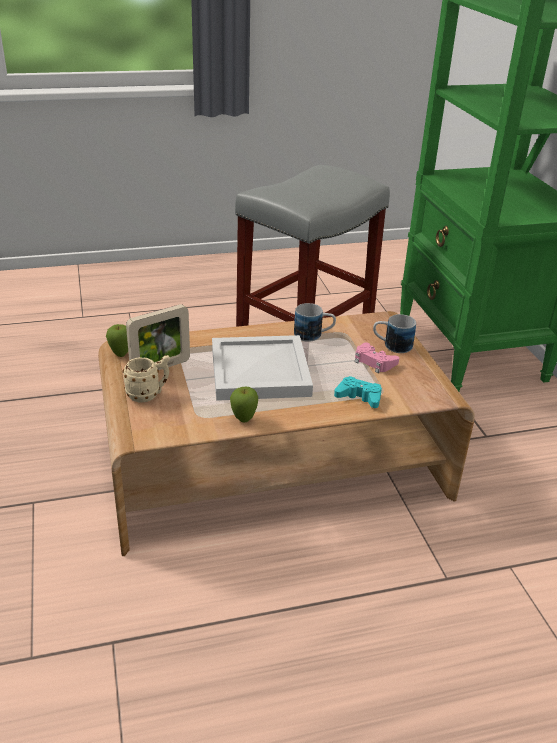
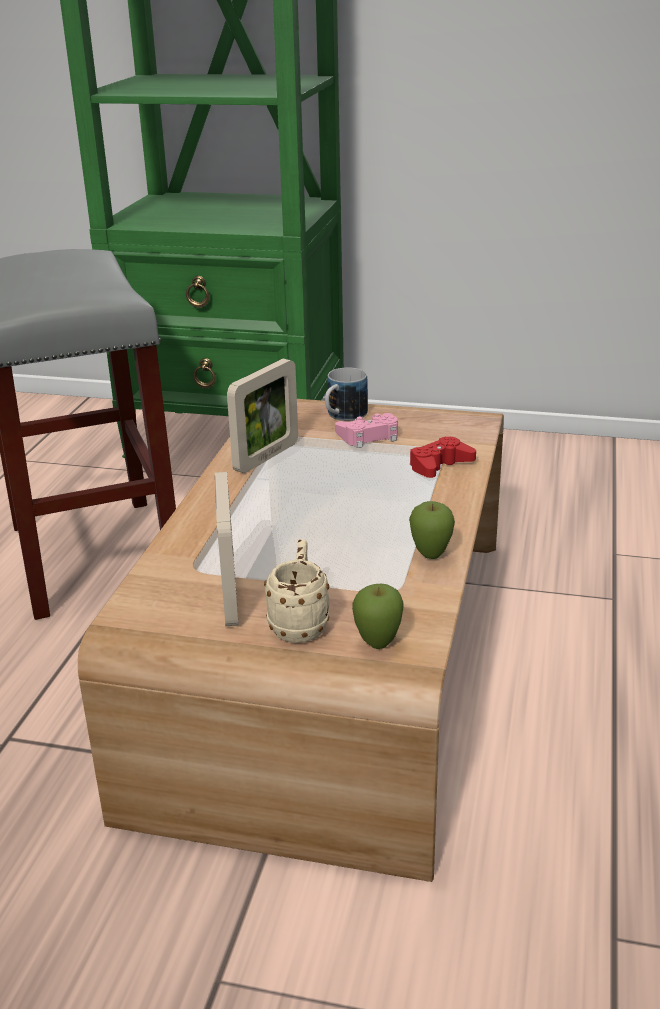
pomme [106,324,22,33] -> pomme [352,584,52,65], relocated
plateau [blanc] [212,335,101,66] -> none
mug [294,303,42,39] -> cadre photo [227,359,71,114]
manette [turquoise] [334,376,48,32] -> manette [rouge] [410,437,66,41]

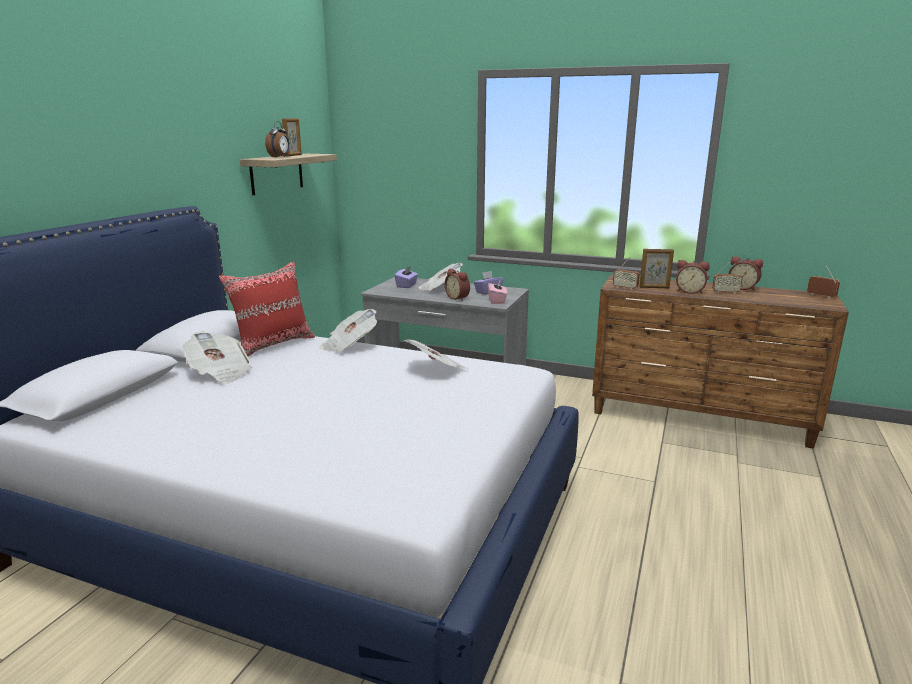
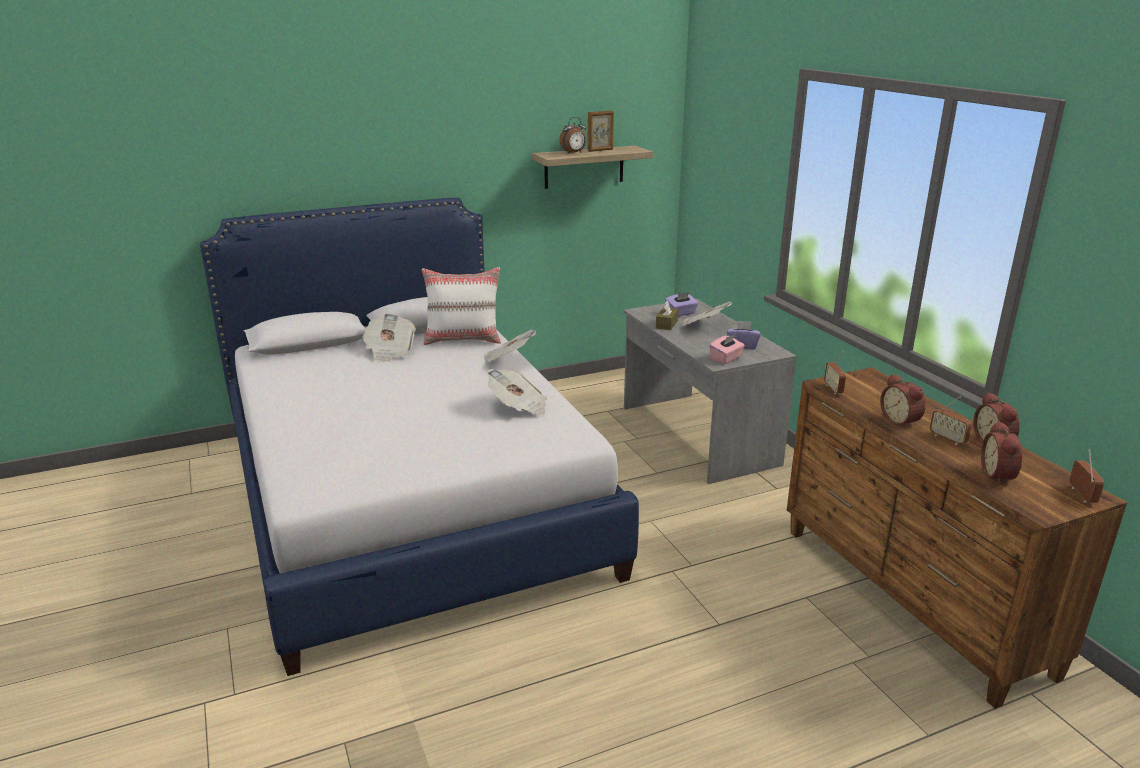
coussin [rouge] [219,261,96,95] -> coussin [blanc] [422,267,79,78]
réveil [445,268,25,33] -> réveil [981,421,41,64], relocated
cadre photo [639,249,35,39] -> none
none -> boîte à mouchoirs [marron] [656,301,23,29]

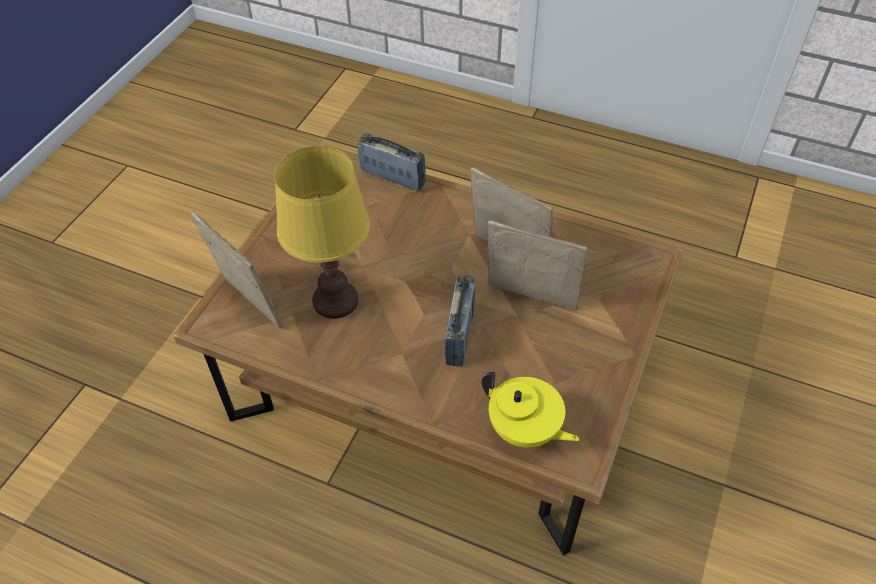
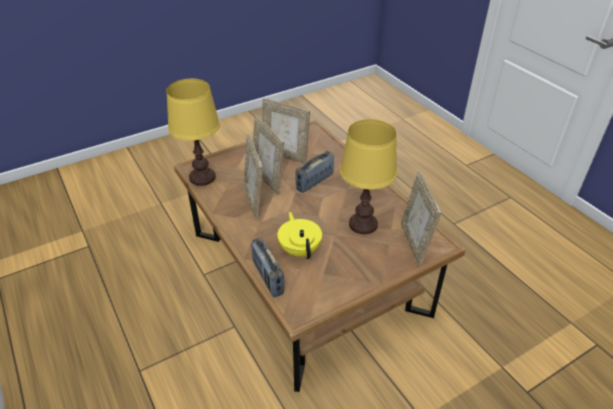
théière [jaune] [482,372,98,76] -> théière [jaune] [278,212,44,47], relocated
none -> lampe de table [jaune] [166,79,54,107]
none -> cadre photo [262,98,48,66]

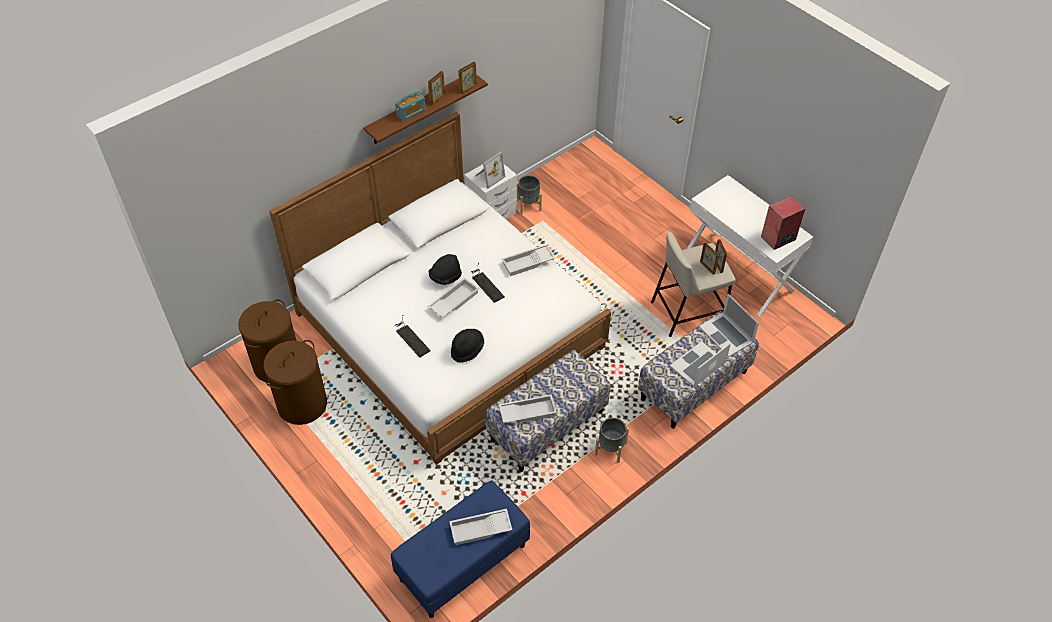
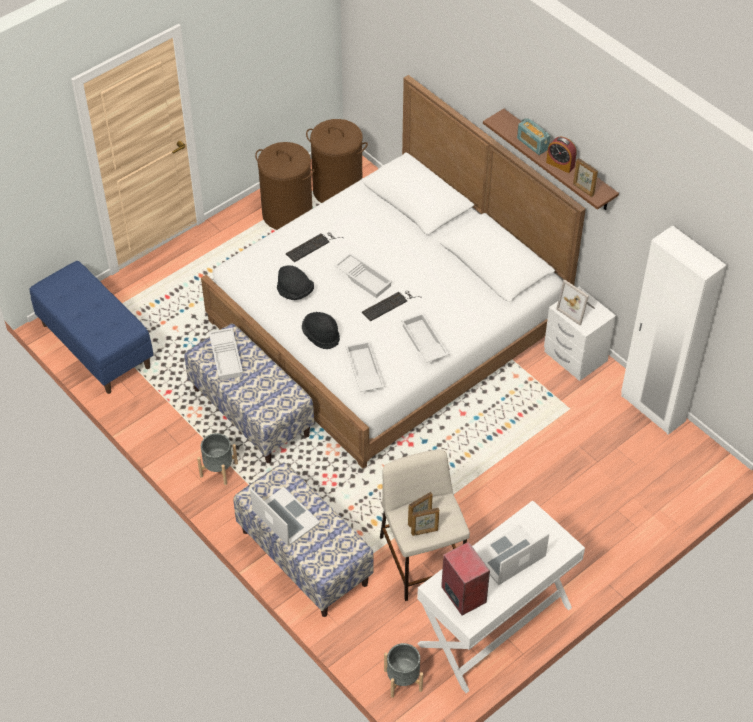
cadre photo [428,71,17,34] -> réveil [546,137,31,36]
chapeau [noir] [429,254,33,31] -> chapeau [noir] [302,312,38,37], relocated
plateau [blanc] [449,509,63,36] -> plateau [blanc] [345,341,40,51], relocated
cache-pot [gris] [517,175,25,39] -> cache-pot [gris] [384,643,39,55], relocated
ordinateur portable [699,294,60,63] -> ordinateur portable [476,525,73,60], relocated
none -> armoire [blanc] [621,225,106,210]

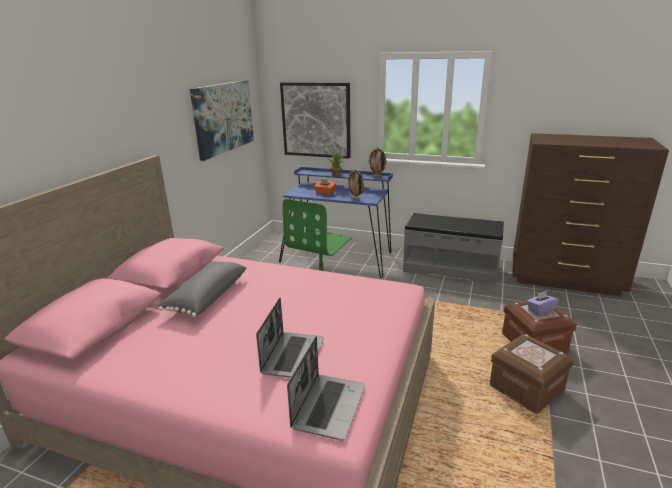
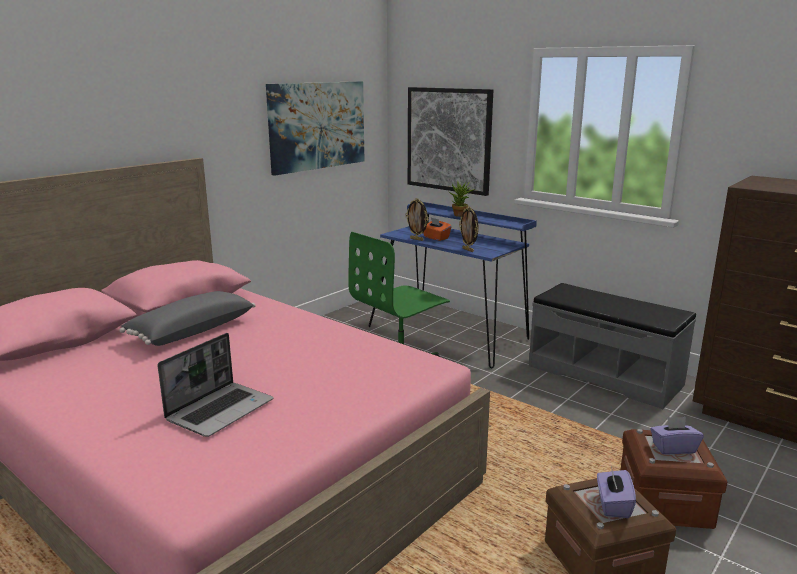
ordinateur portable [287,336,78,104] -> none
cadre photo [368,148,19,30] -> cadre photo [405,198,23,43], relocated
none -> boîte à mouchoirs [violet] [597,466,39,52]

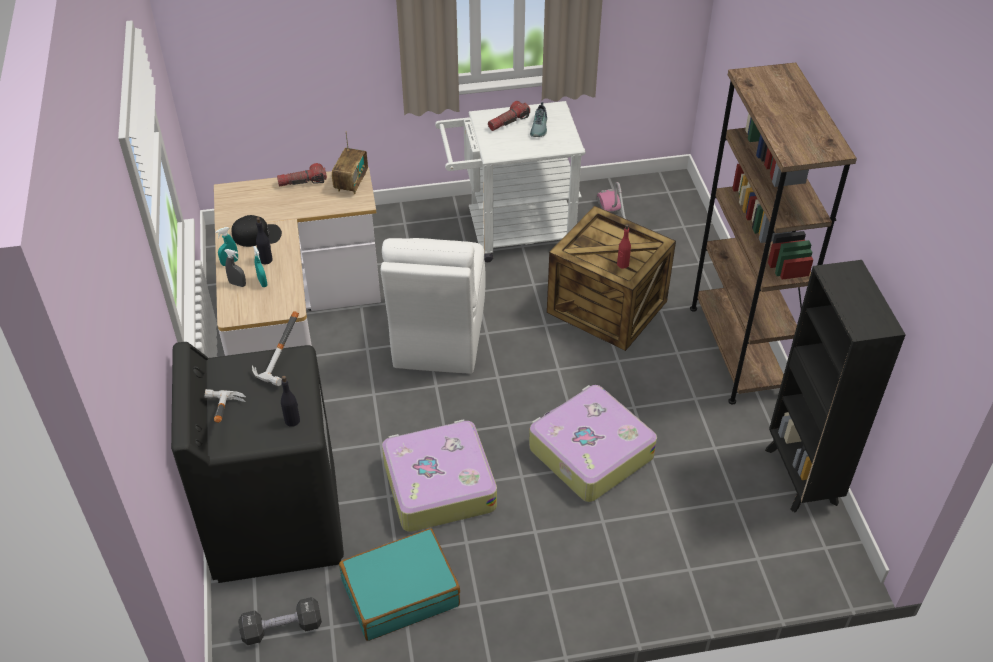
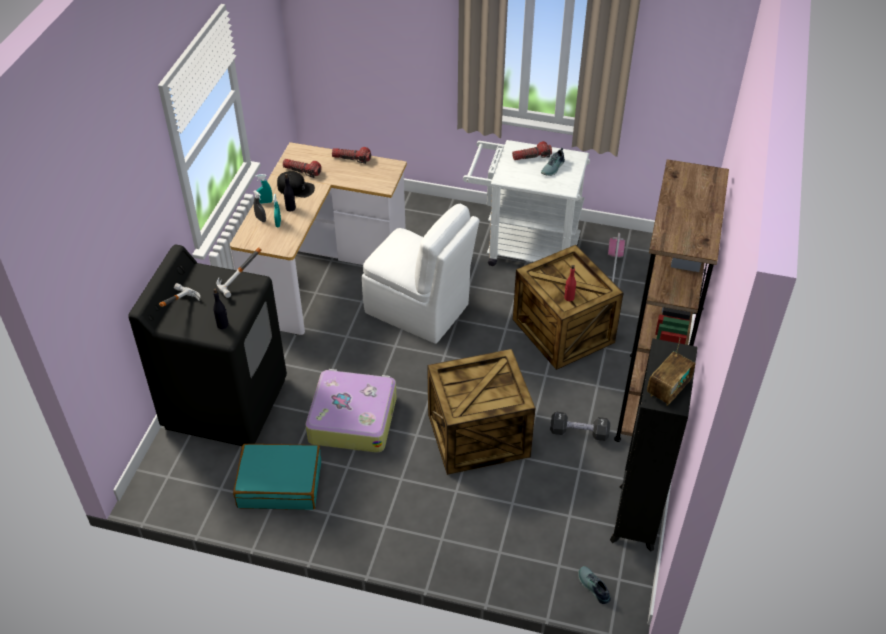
haltère [noir] [238,597,84,48] -> haltère [noir] [550,412,60,29], relocated
radio [332,131,36,64] -> radio [647,338,48,68], relocated
chaise [blanc] [381,238,105,136] -> chaise [blanc] [362,204,118,140], 90 degrees counterclockwise
valise [529,385,128,117] -> caisse [427,349,108,126]
none -> lampe de poche [283,159,38,19]
none -> chaussure [578,566,33,38]

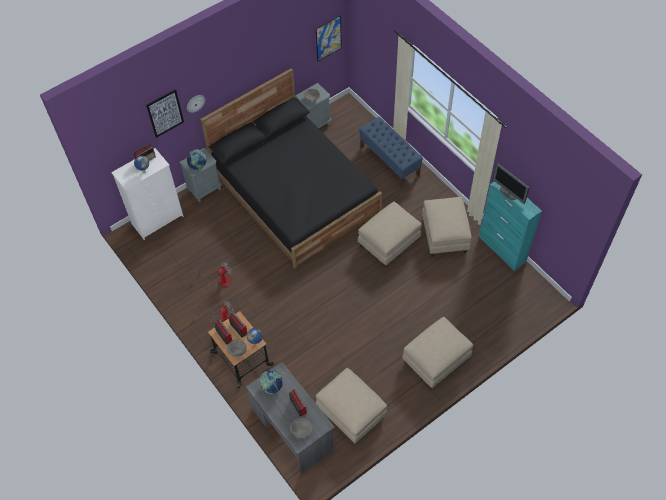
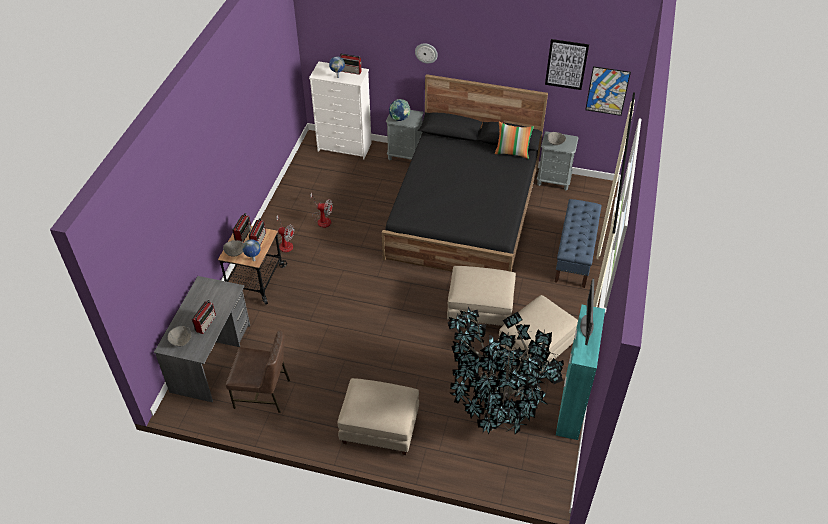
tableau [146,89,38,49] -> tableau [545,39,44,51], relocated
globe [259,371,24,23] -> none
pouf [beige] [316,368,71,76] -> chaise [marron] [226,330,64,83]
none -> plante en pot [448,307,116,127]
none -> coussin [495,122,39,37]

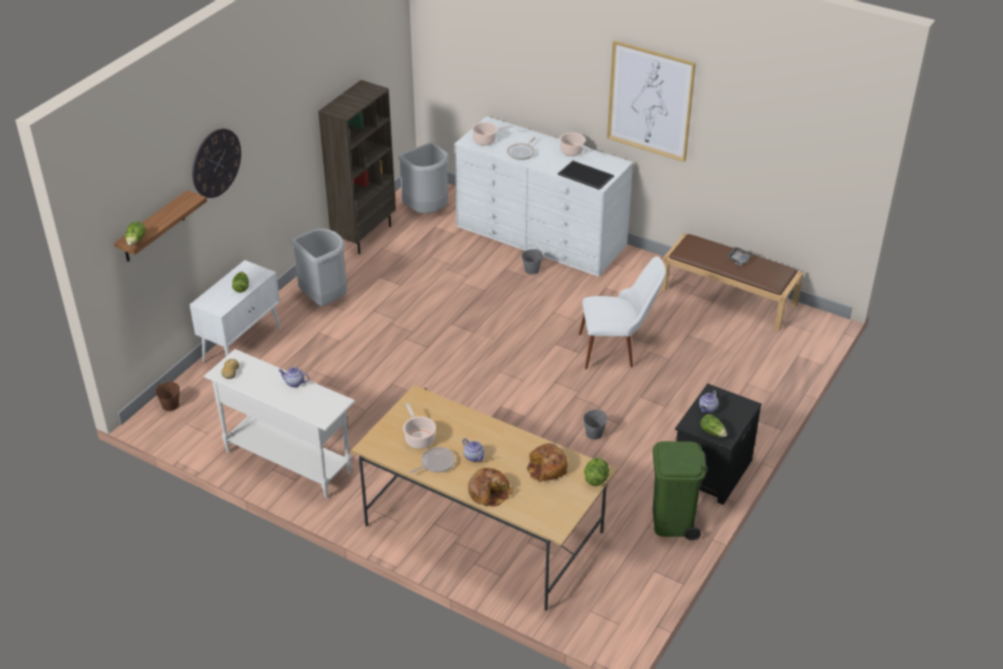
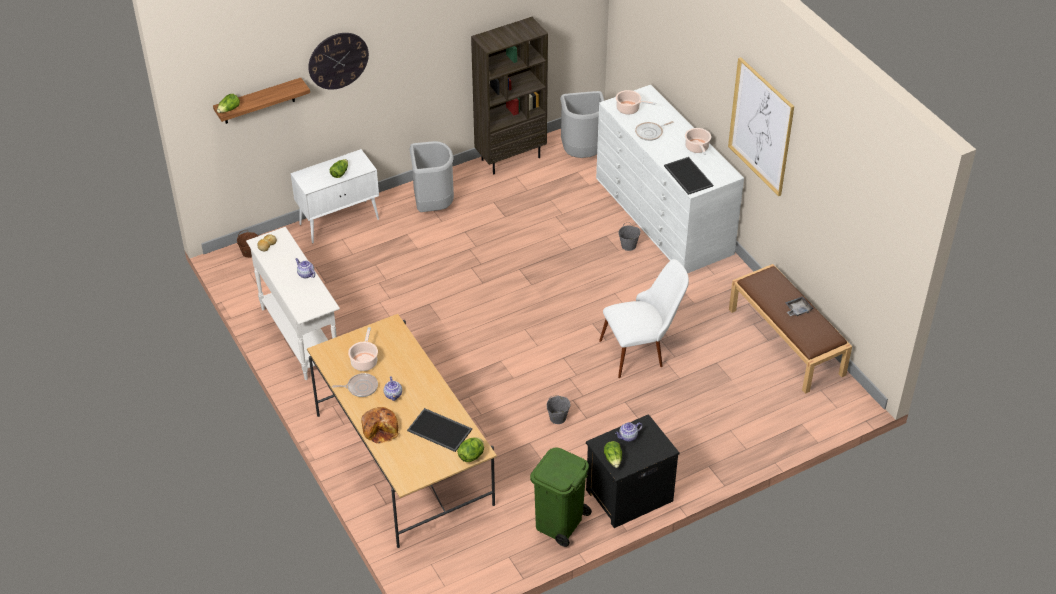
pain [527,443,41,39] -> plateau [407,408,65,44]
chaise [blanc] [579,256,87,113] -> chaise [blanc] [599,259,90,119], 45 degrees counterclockwise

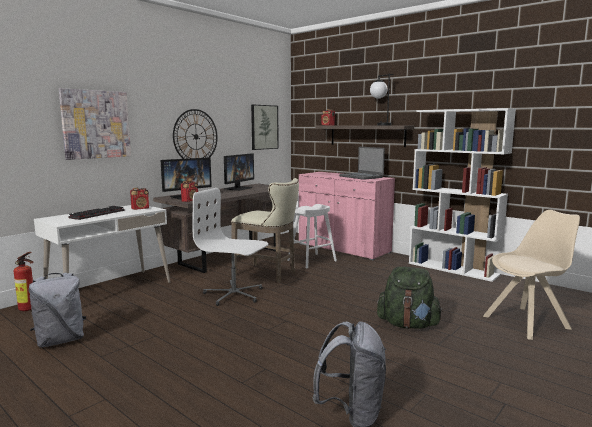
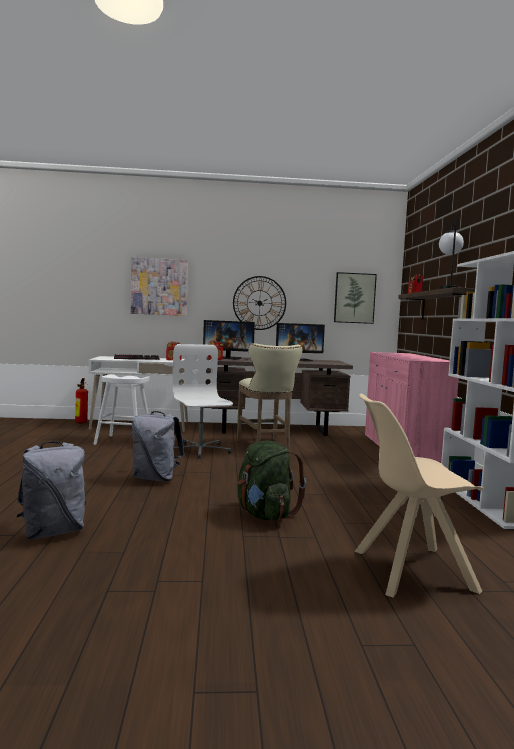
sac à dos [gris] [29,272,57,75] -> sac à dos [gris] [132,411,53,70], relocated
tabouret [blanc] [287,204,50,64] -> tabouret [blanc] [94,374,55,71], relocated
ordinateur portable [339,147,46,33] -> none
chaise [beige] [483,210,97,130] -> chaise [beige] [354,393,130,204], 150 degrees clockwise

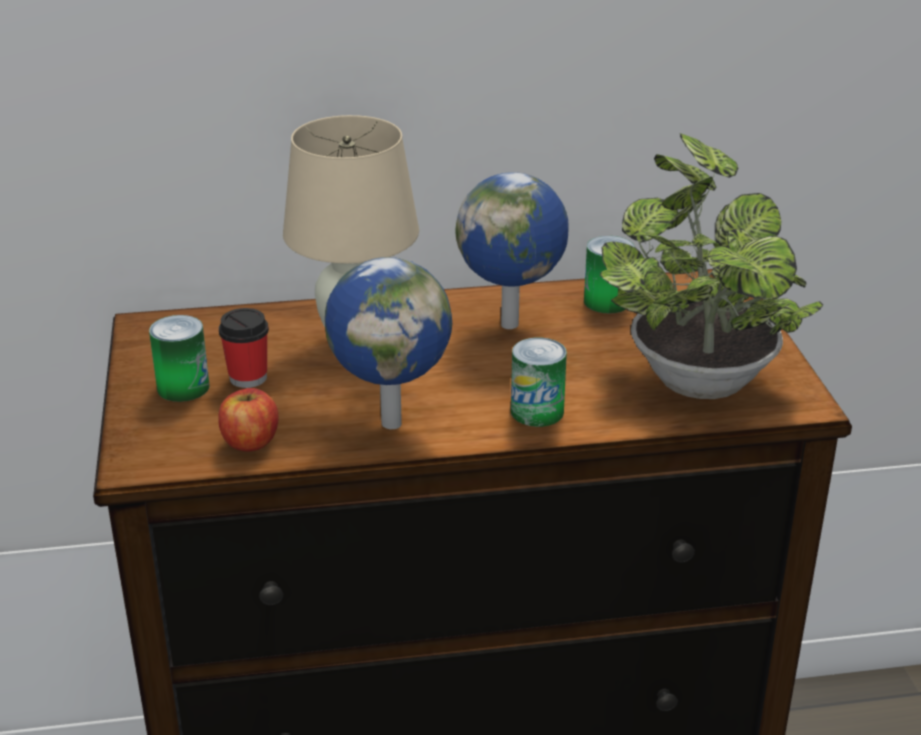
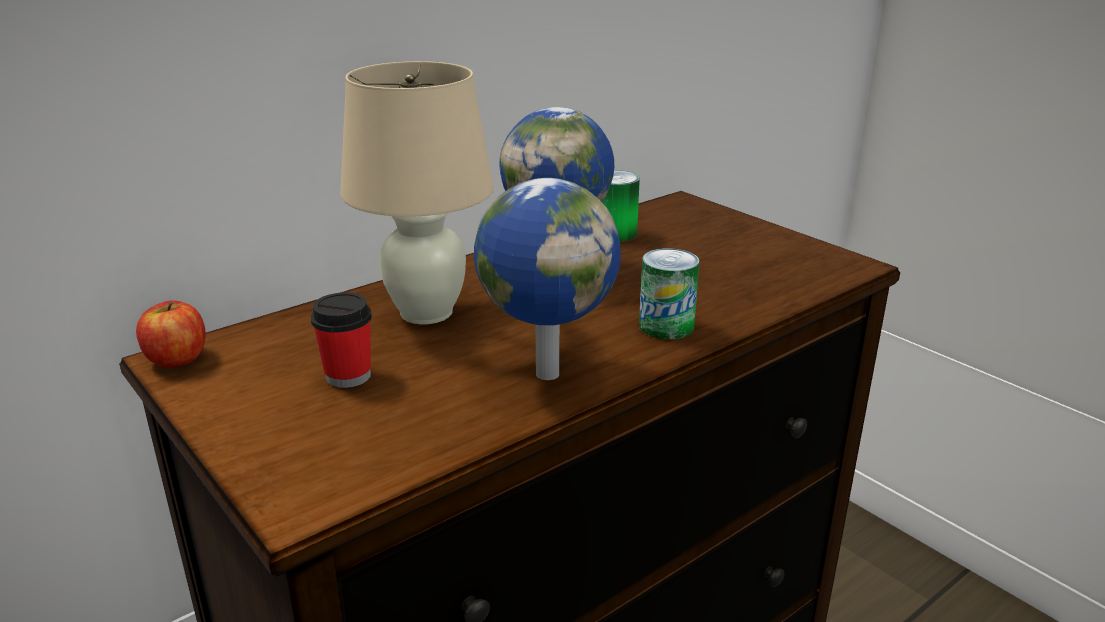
boîte métallique [149,315,60,87] -> none
pomme [218,388,61,63] -> pomme [136,301,70,67], relocated
plante en pot [600,133,223,266] -> none

